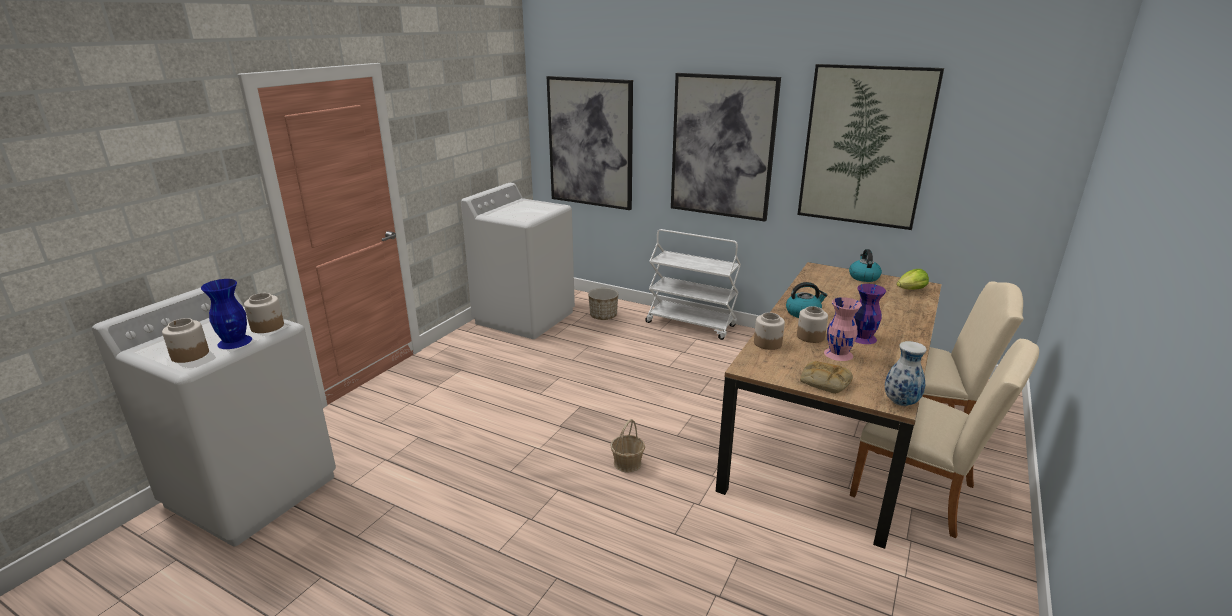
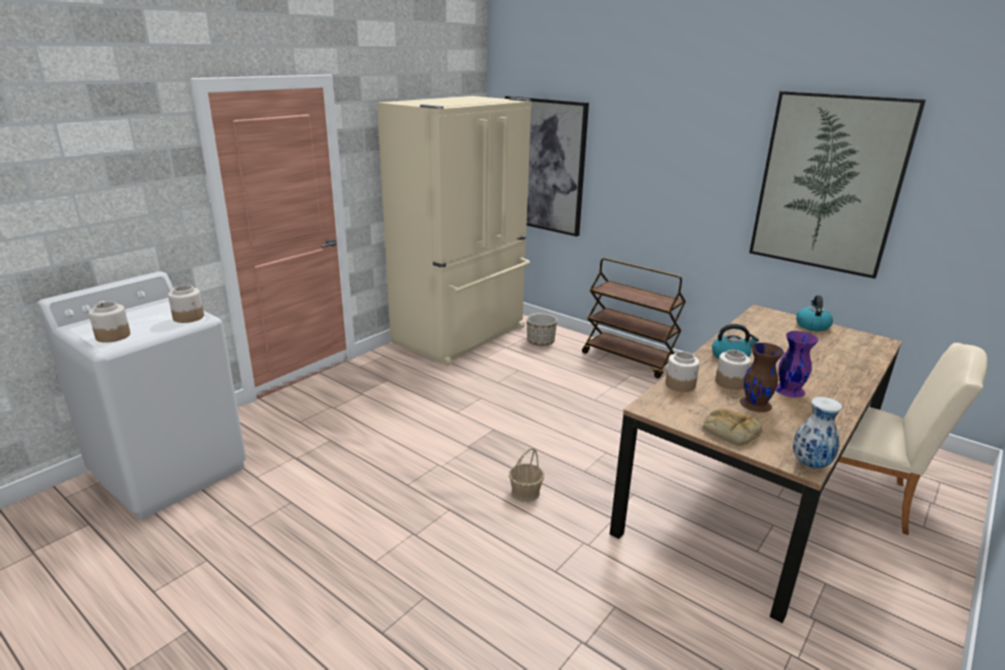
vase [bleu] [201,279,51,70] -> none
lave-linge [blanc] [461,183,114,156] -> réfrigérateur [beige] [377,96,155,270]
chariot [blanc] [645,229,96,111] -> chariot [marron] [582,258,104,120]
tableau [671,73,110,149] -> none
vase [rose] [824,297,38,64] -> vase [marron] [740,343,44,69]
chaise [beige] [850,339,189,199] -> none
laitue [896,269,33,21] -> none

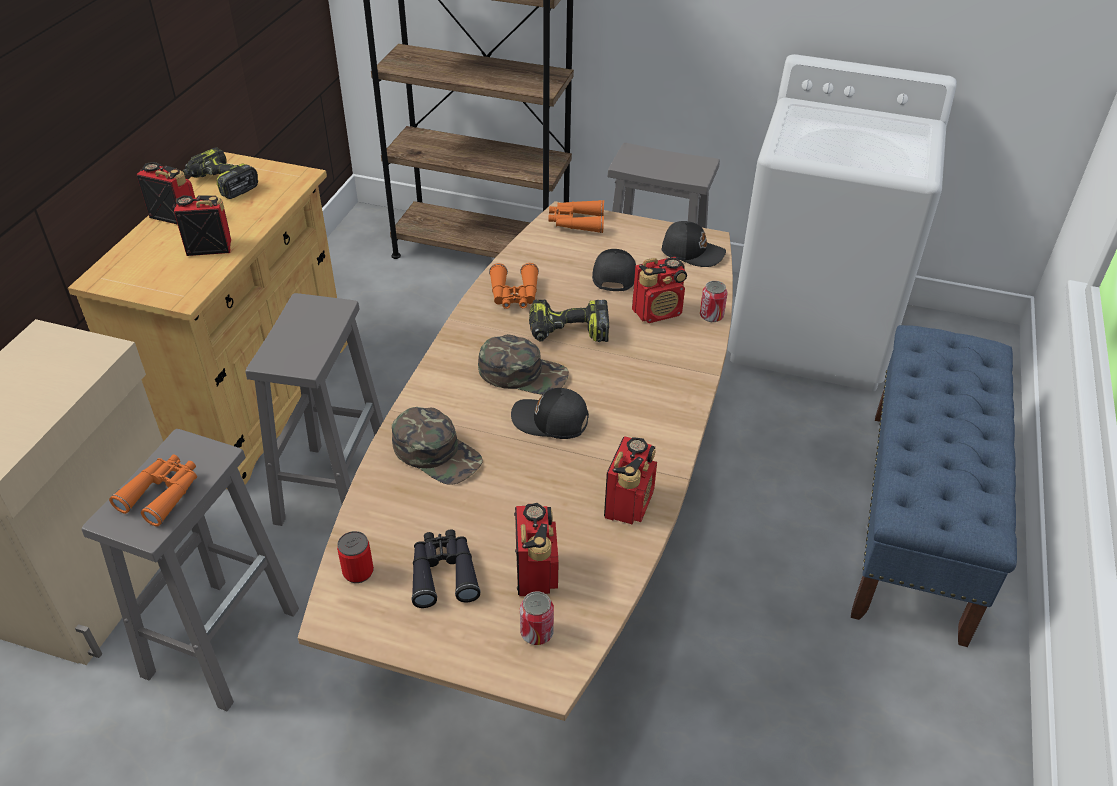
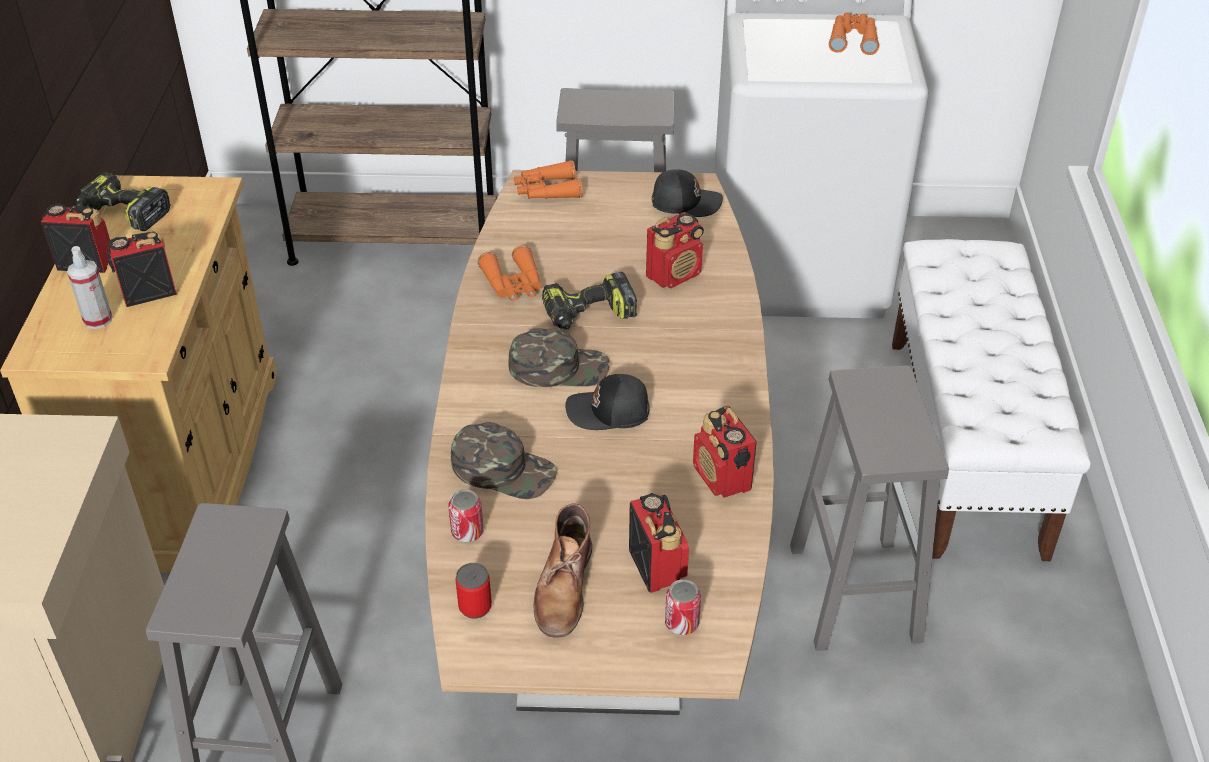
jumelles [orange] [109,455,88,72] -> jumelles [orange] [829,12,50,43], relocated
tabouret [gris] [245,293,139,233] -> tabouret [gris] [790,366,159,285], relocated
jumelles [noir] [411,529,70,79] -> botte [marron] [533,503,59,134]
casquette [noir] [592,249,44,42] -> none
radio [604,436,53,89] -> radio [693,406,64,92], 150 degrees clockwise
boîte métallique [700,281,28,41] -> boîte métallique [448,489,35,53], relocated
banc [bleu] [851,325,166,322] -> banc [blanc] [892,239,199,322]
none -> vaporisateur [67,246,46,83]

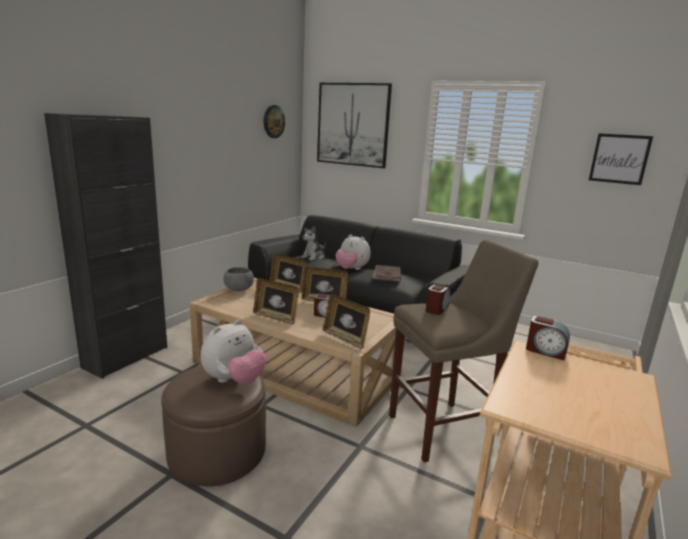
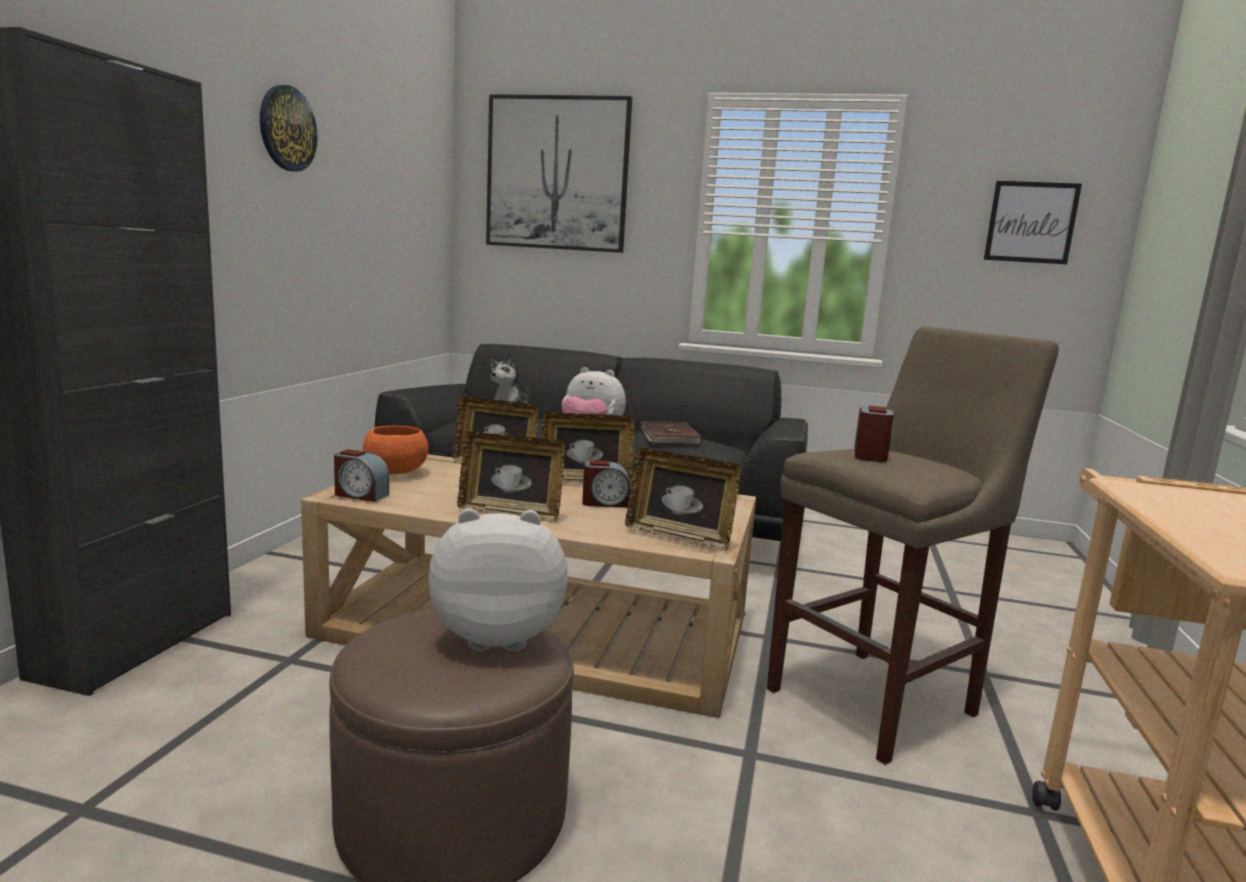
peluche [201,320,65,64] -> peluche [429,508,139,143], 120 degrees counterclockwise
bol [gris] [223,267,31,24] -> bol [orange] [363,426,66,48]
horloge murale [263,105,22,33] -> horloge murale [260,85,58,87], relocated
réveil [526,316,44,44] -> réveil [334,449,55,53], relocated

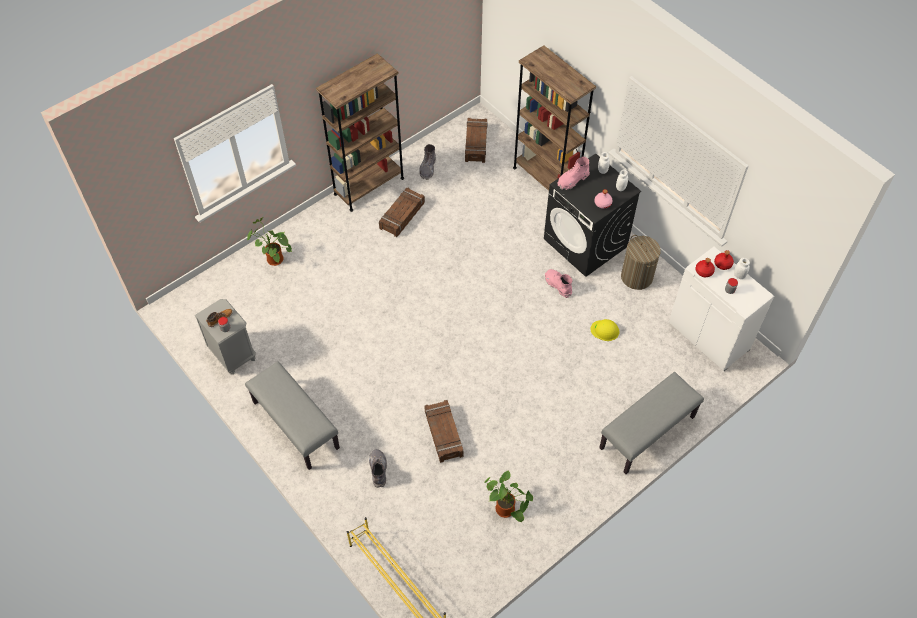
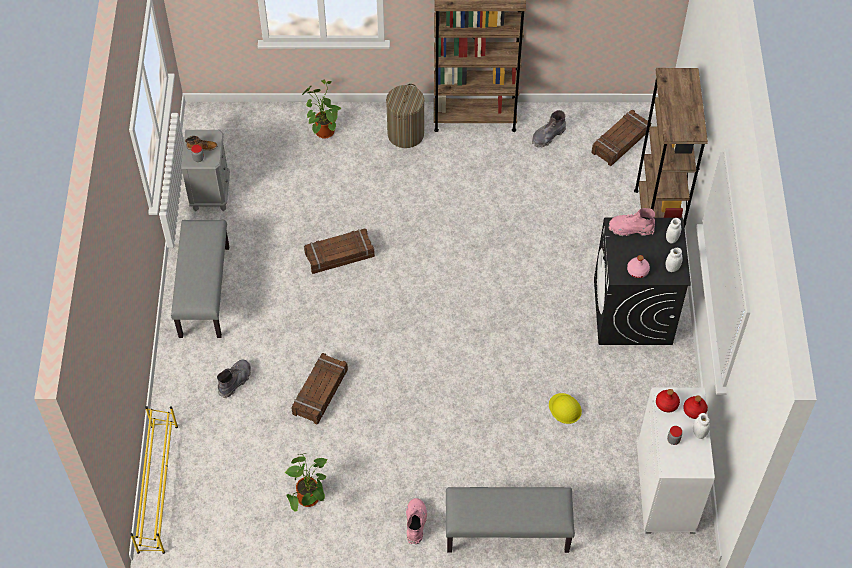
caisse [379,187,46,50] -> caisse [304,228,71,46], relocated
botte [rose] [545,269,28,29] -> botte [rose] [406,498,21,46], relocated
panier à linge [621,235,40,55] -> panier à linge [386,84,38,64], relocated

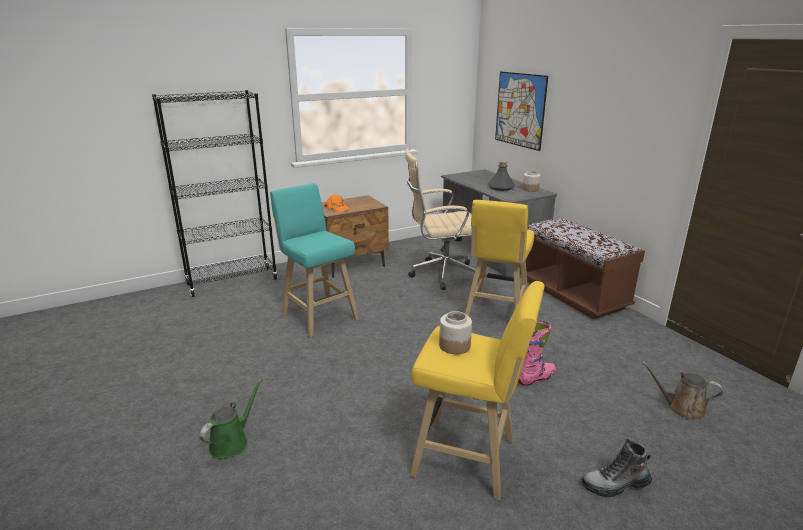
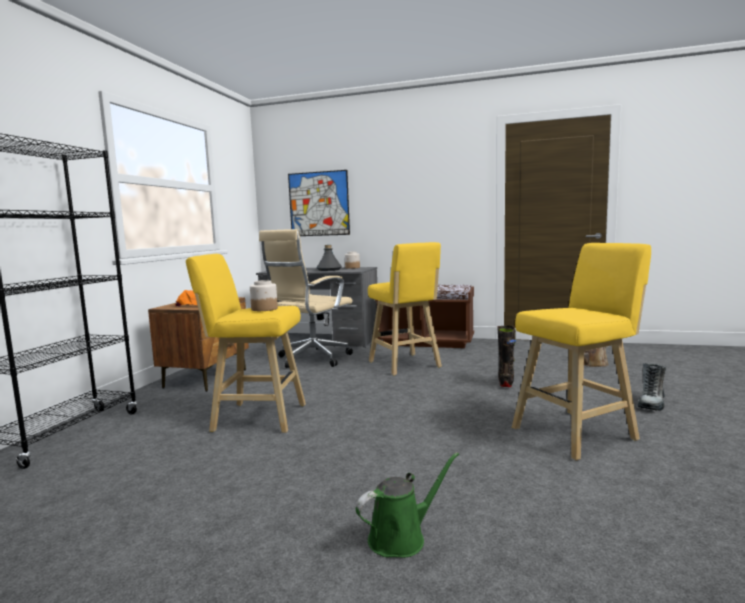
arrosoir [vert] [199,379,64,80] -> arrosoir [vert] [356,452,103,106], 75 degrees clockwise
tabouret [turquoise] [270,183,89,155] -> tabouret [jaune] [186,254,120,179]
bocal [439,311,33,43] -> bocal [250,280,28,31], relocated
botte [rose] [518,320,38,66] -> botte [noir] [497,325,19,62]

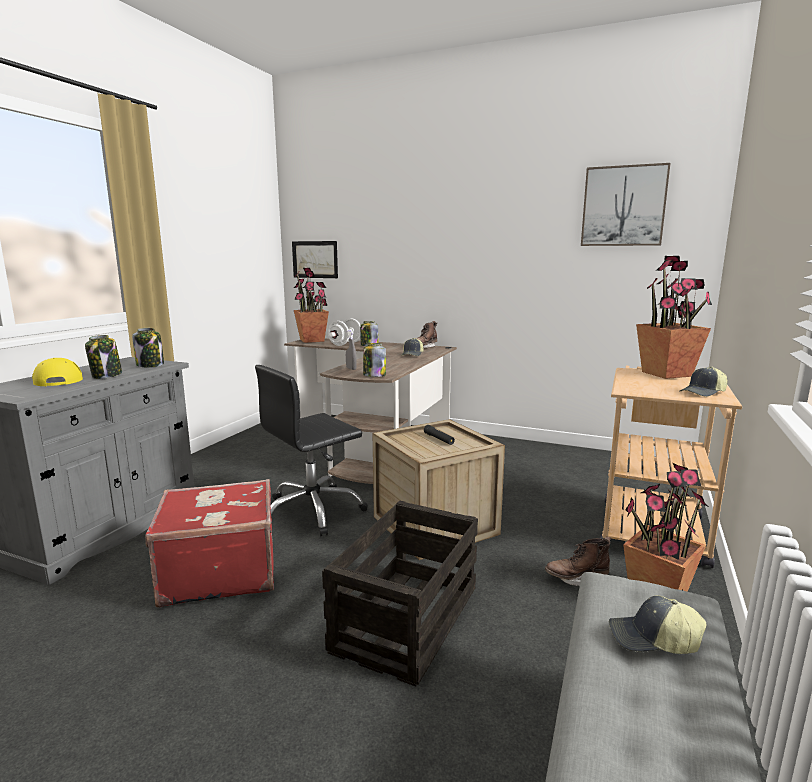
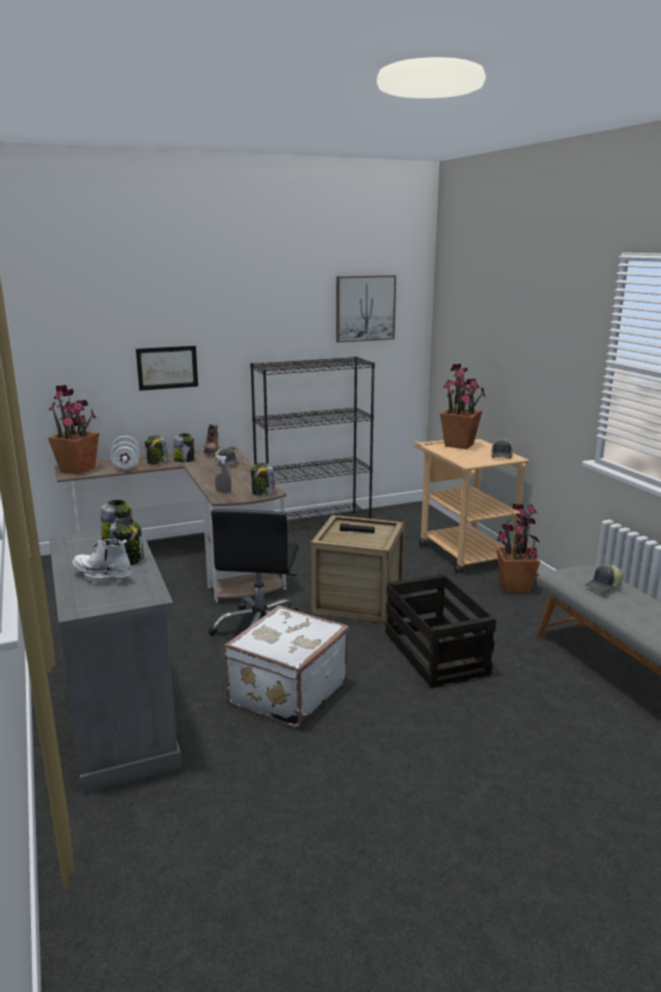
casquette [jaune] [32,358,51,28] -> botte [blanc] [72,539,59,46]
valise [rouge] [145,479,129,129] -> valise [blanc] [223,605,125,123]
tableau [292,241,46,37] -> tableau [136,346,62,45], relocated
botte [marron] [545,536,66,50] -> none
none -> bocal [174,433,20,29]
none -> bibliothèque [noir] [250,357,125,175]

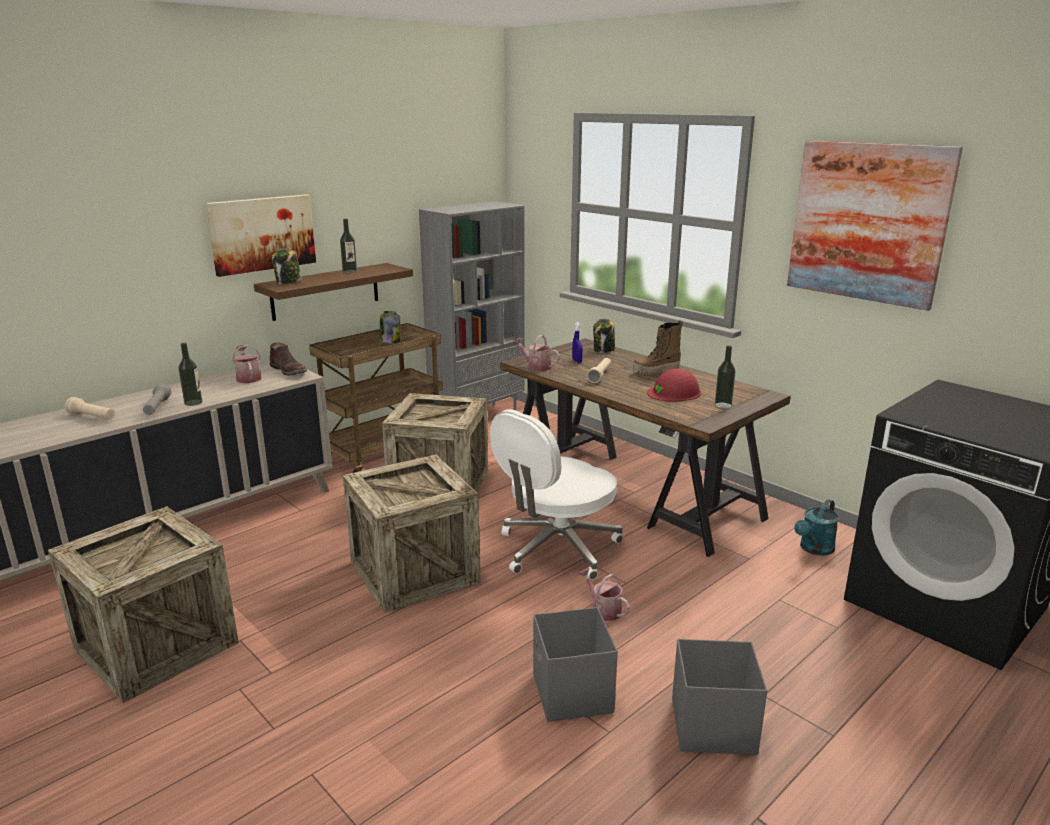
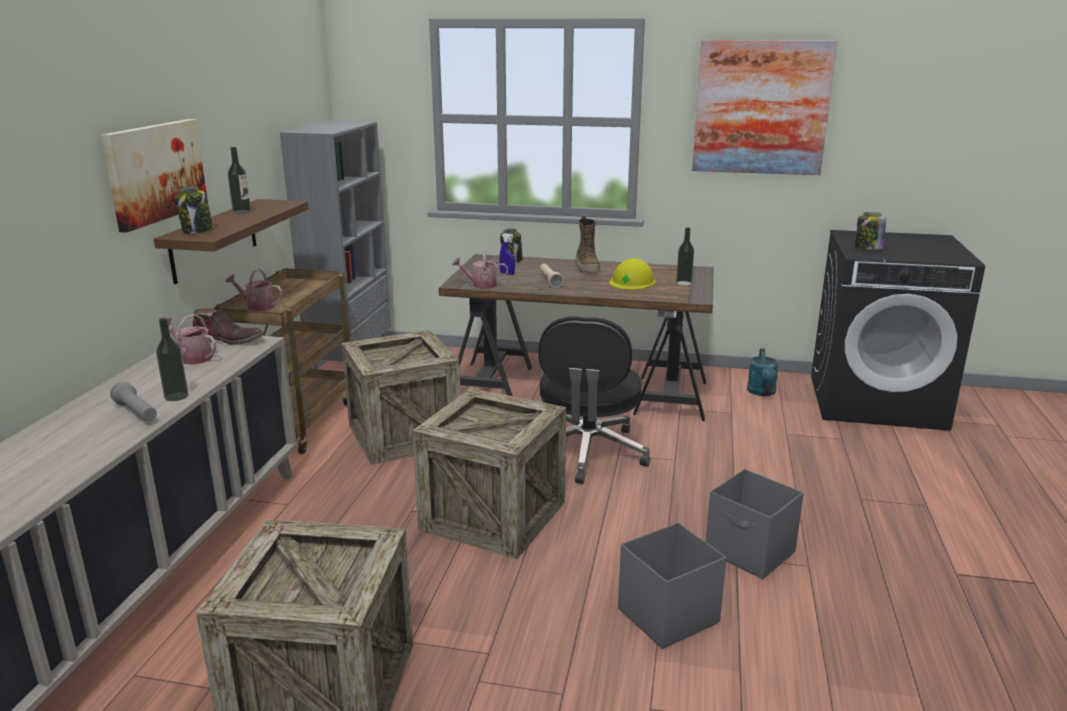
lampe de poche [beige] [65,397,50,22] -> none
bocal [380,311,20,32] -> bocal [855,212,31,38], relocated
chaise de bureau [blanc] [490,409,133,171] -> chaise de bureau [noir] [538,316,113,168]
arrosoir [578,568,52,53] -> arrosoir [225,269,58,42], relocated
botte [633,320,50,55] -> botte [576,216,24,57], 45 degrees counterclockwise
casque de chantier [rouge] [647,369,54,33] -> casque de chantier [jaune] [609,258,47,32]
boîte de rangement [gris] [672,639,95,116] -> boîte de rangement [gris] [618,523,108,126], relocated

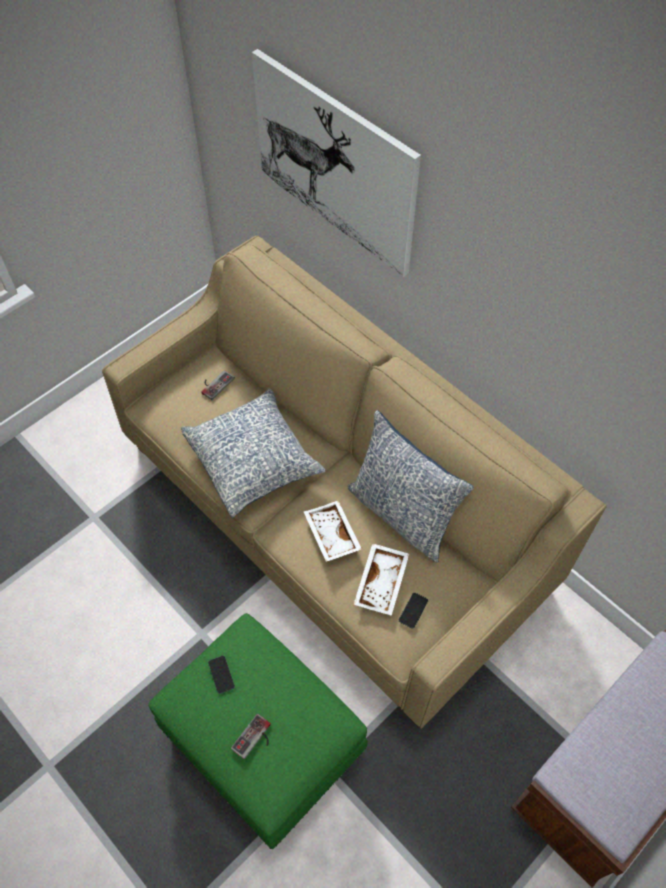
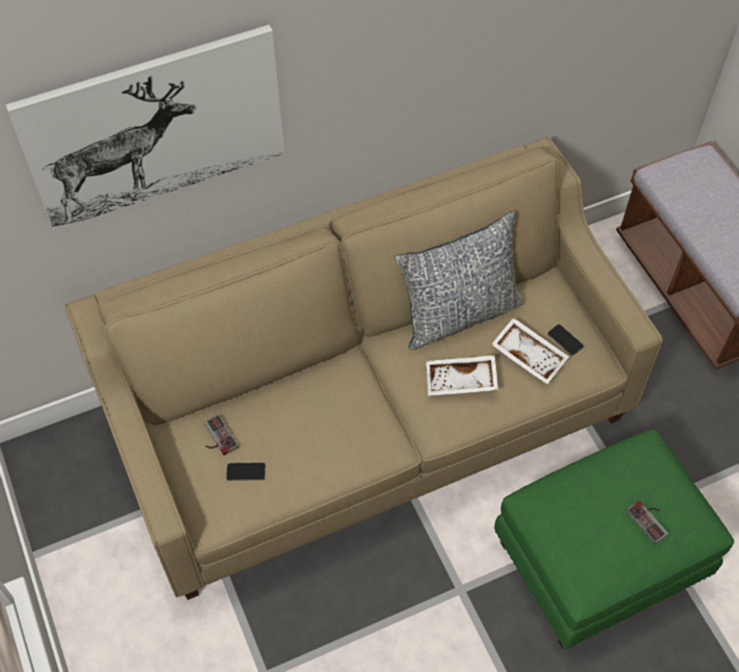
coussin [181,389,145,129] -> none
téléphone [208,656,27,38] -> téléphone [226,463,39,18], relocated

